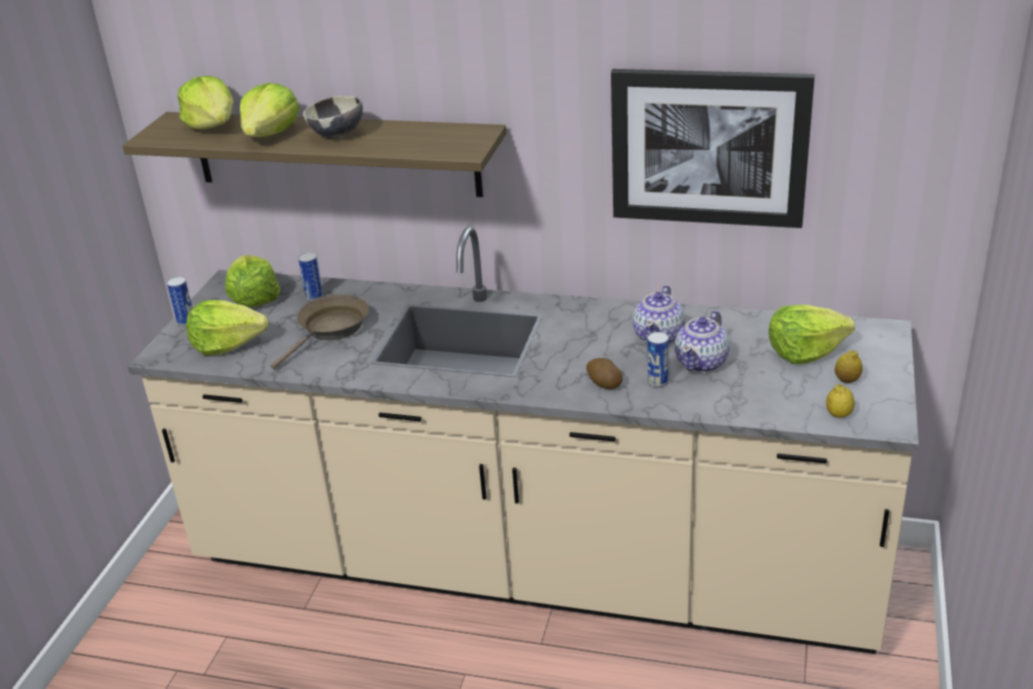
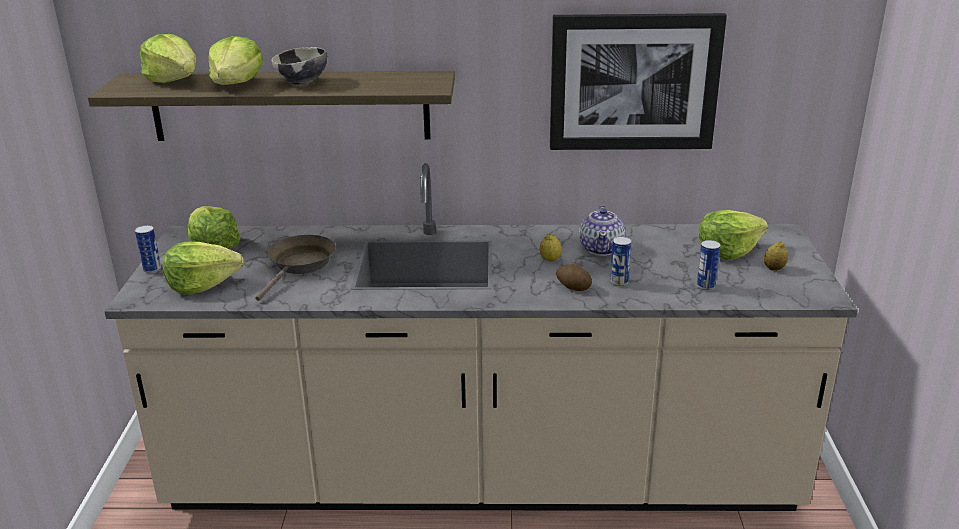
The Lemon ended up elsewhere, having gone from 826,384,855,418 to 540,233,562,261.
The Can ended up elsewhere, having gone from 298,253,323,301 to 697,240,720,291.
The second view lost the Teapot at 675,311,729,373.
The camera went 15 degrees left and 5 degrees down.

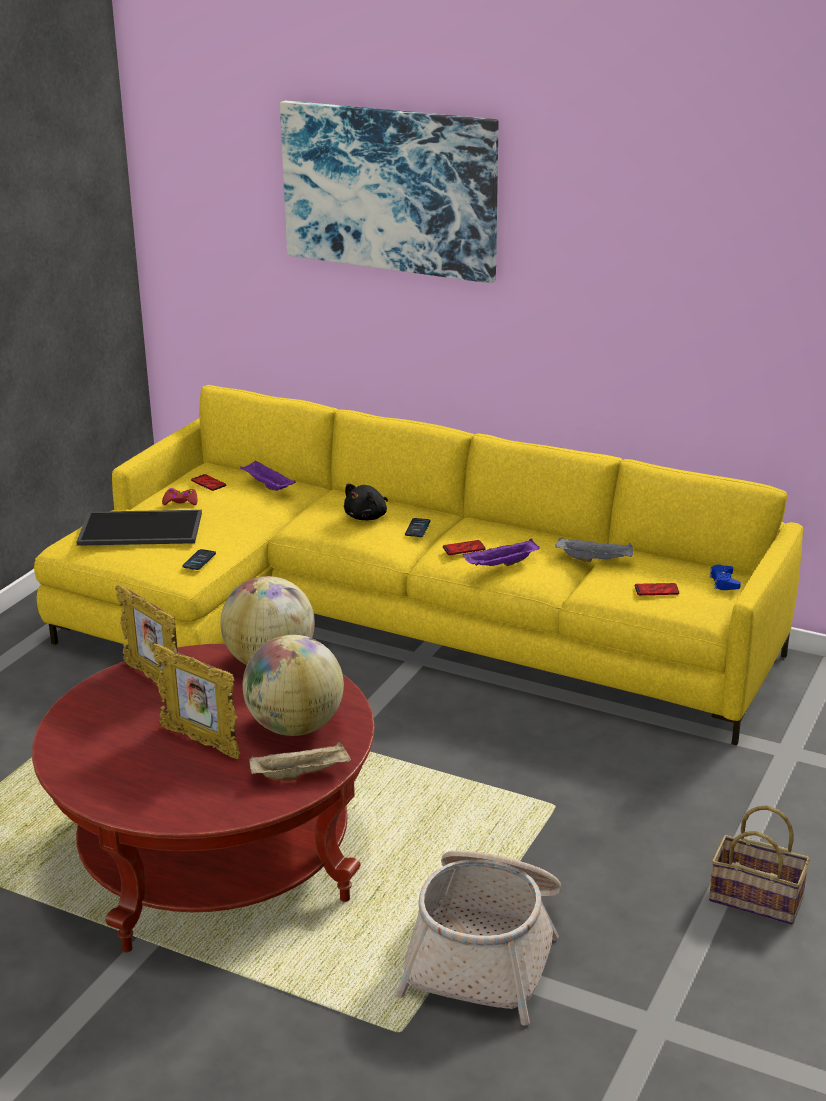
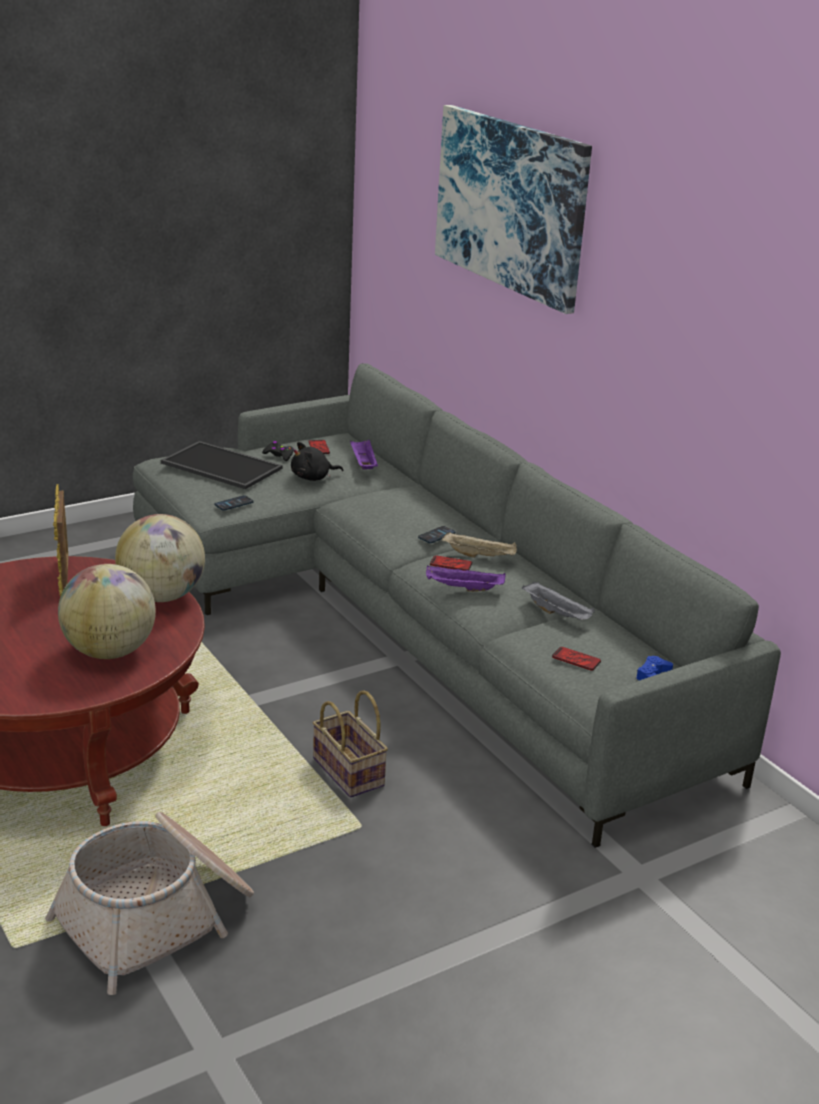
What was the YellowSofa at 34,385,803,745 turned into the GreySofa at 133,363,781,848.
What was the RedGameController at 162,488,197,505 turned into the BlackGameController at 262,441,294,461.
The BlackPlushToy ended up elsewhere, having gone from 344,483,388,520 to 291,442,343,481.
The Basket ended up elsewhere, having gone from 709,805,810,925 to 313,690,388,798.
The BeigeTray ended up elsewhere, having gone from 249,742,351,781 to 442,532,517,558.
The second view lost the PictureFrame at 152,643,240,759.
The camera went 30 degrees right and 0 degrees up.

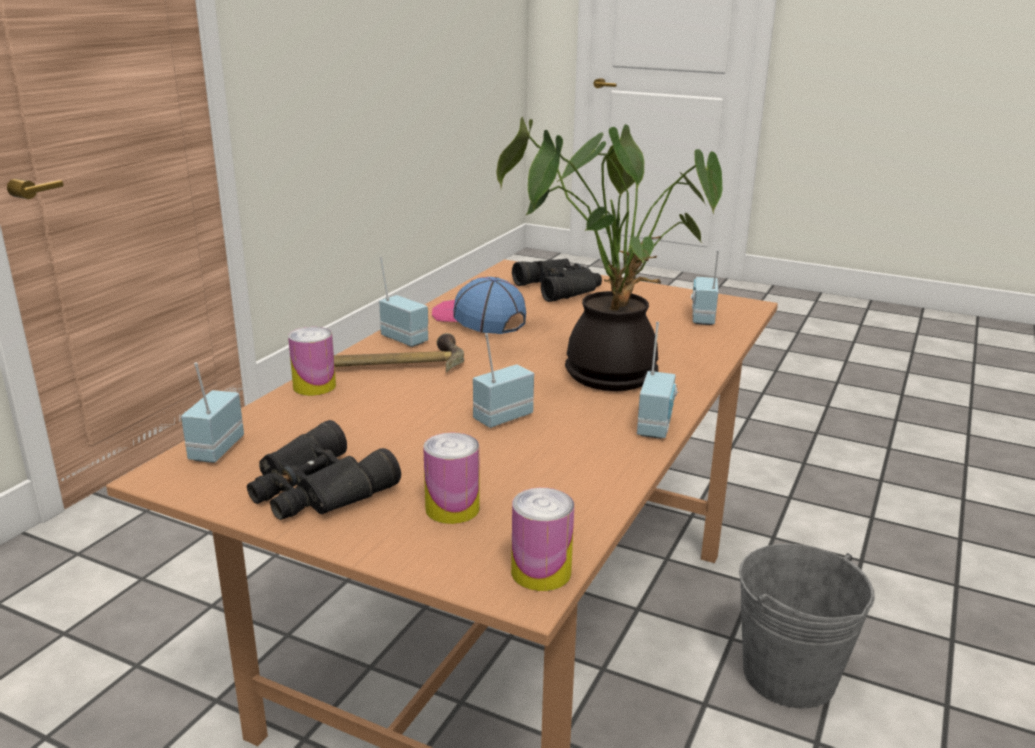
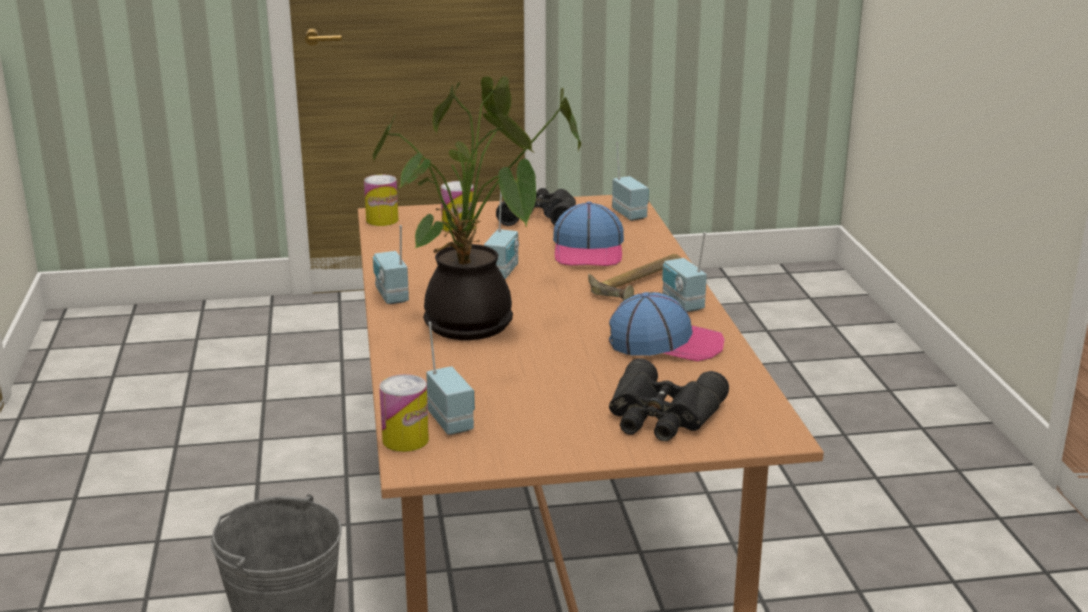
The Can ended up elsewhere, having gone from 288,327,336,396 to 379,374,429,452.
The second view gained the Cap at 553,202,624,266.
The Radio at 379,257,428,347 ended up facing another way, 60 degrees clockwise from before.
The camera went 145 degrees right and 0 degrees up.

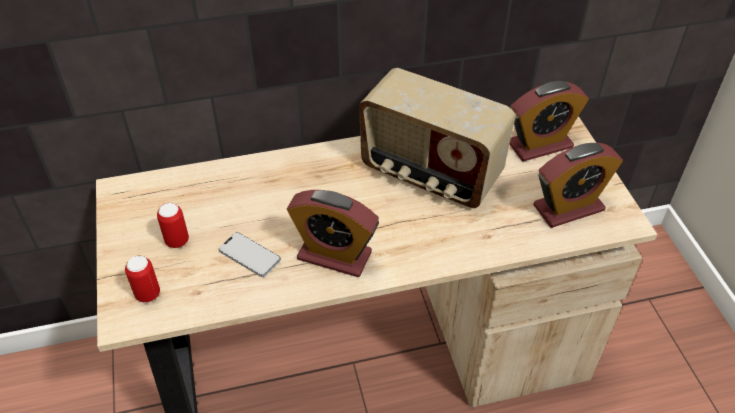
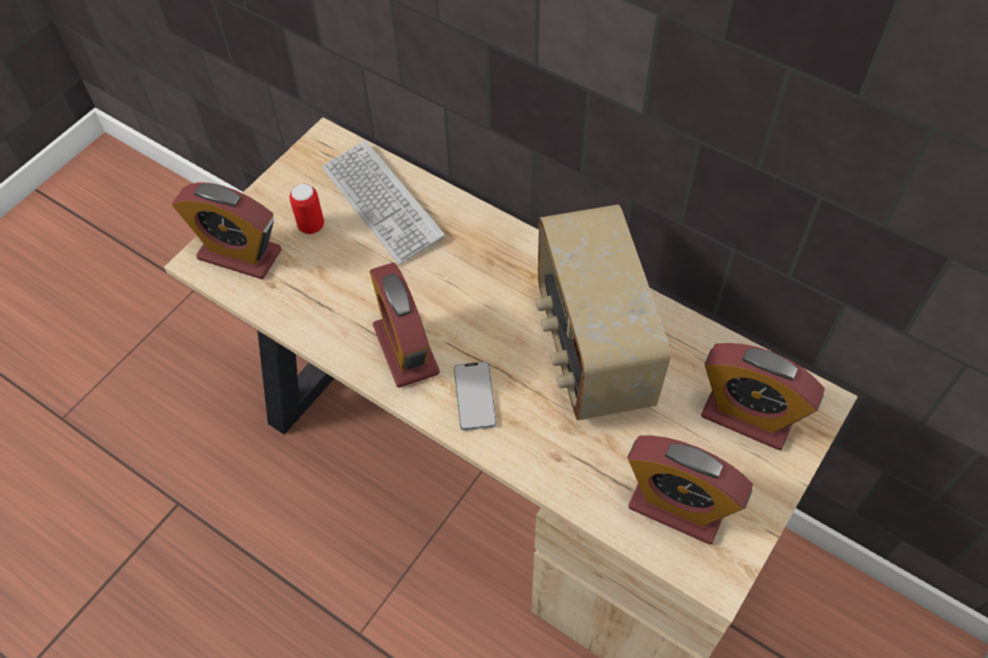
Where the Can stood at 125,256,160,303, the AlarmClock came to stand at 172,182,282,279.
The second view gained the Keyboard at 322,141,445,265.
The Phone ended up elsewhere, having gone from 219,232,281,277 to 454,361,497,431.
The camera went 50 degrees right and 10 degrees up.

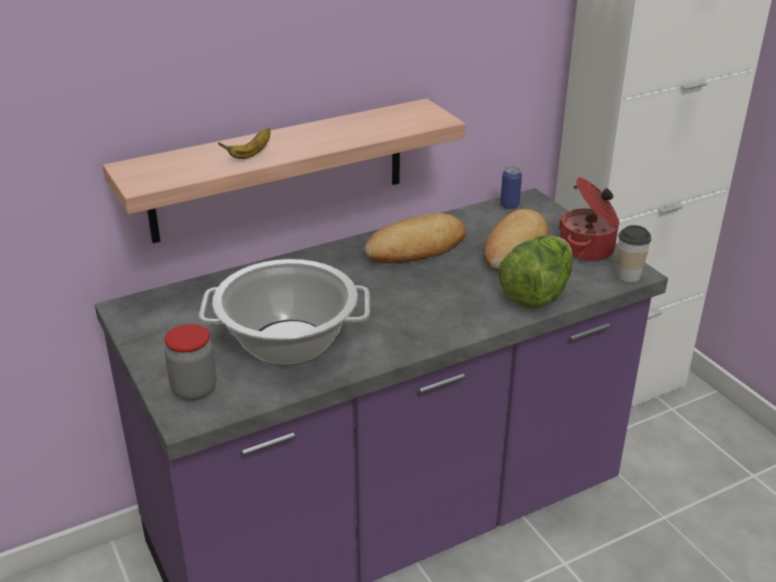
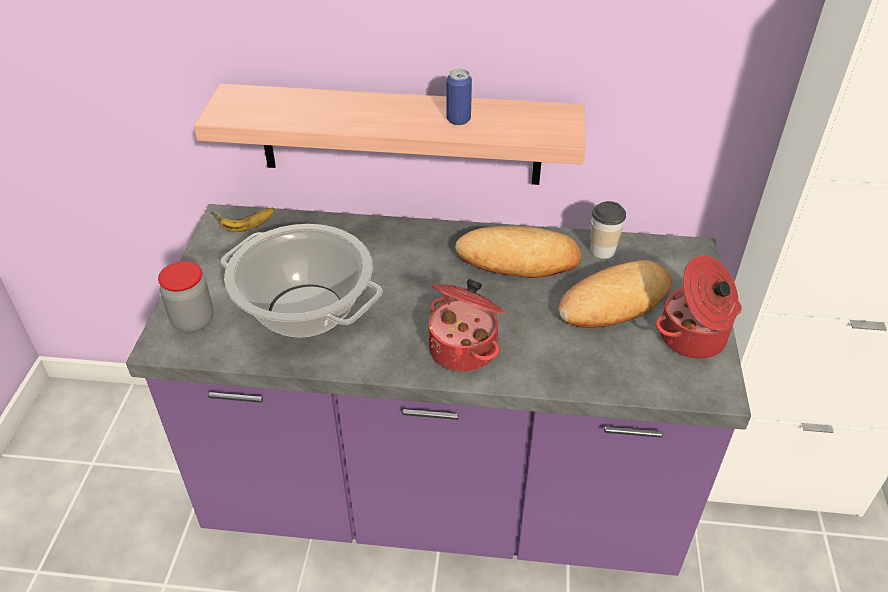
The Banana ended up elsewhere, having gone from 218,128,271,159 to 211,207,274,232.
The second view gained the CookingPot at 429,279,505,372.
The Can ended up elsewhere, having gone from 500,166,522,209 to 446,68,472,125.
The Cup ended up elsewhere, having gone from 616,225,651,282 to 590,201,626,259.
The second view lost the Lettuce at 498,235,573,308.
The camera went 35 degrees right and 10 degrees up.

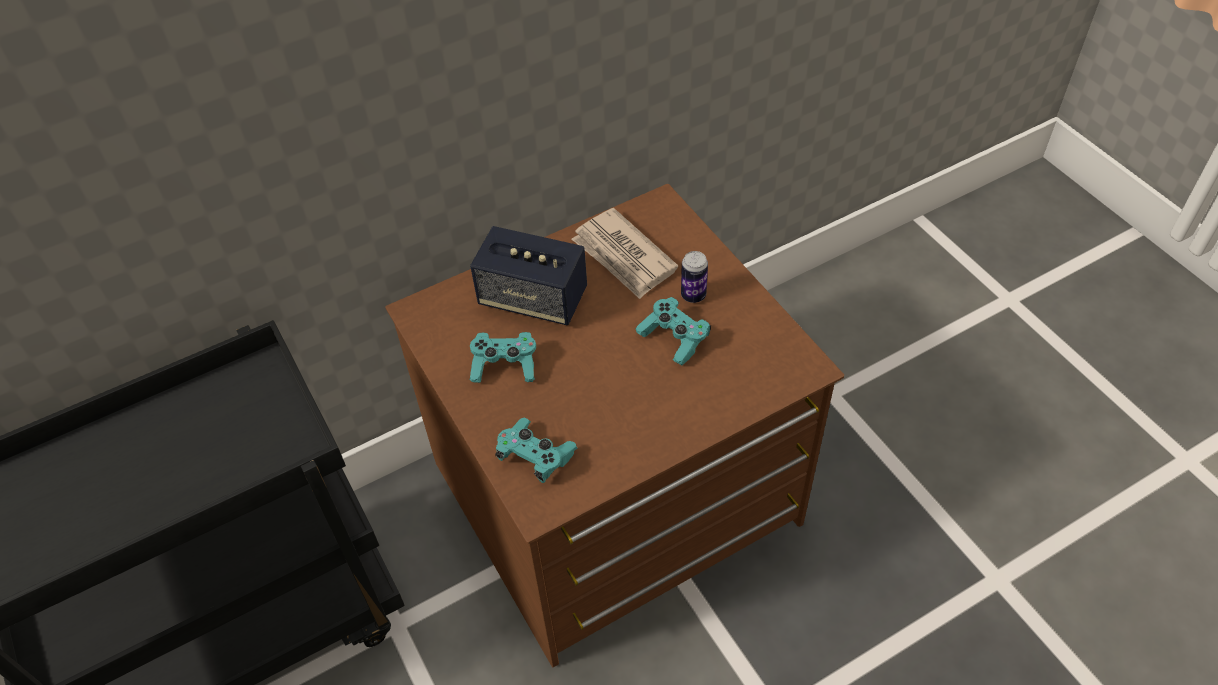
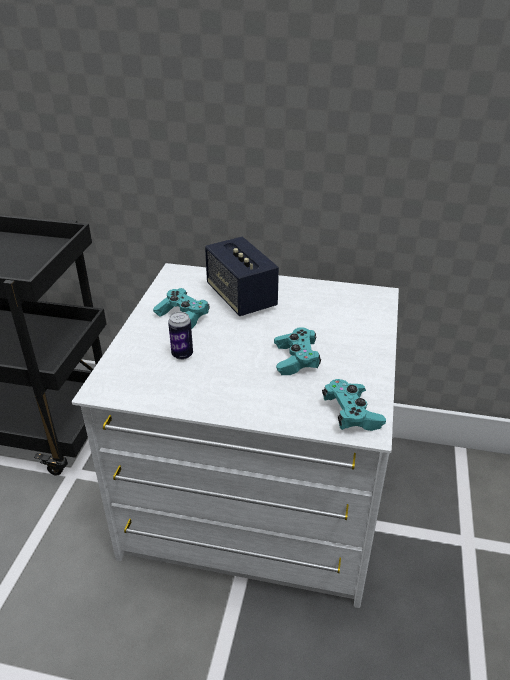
What was the BrownDresser at 385,184,844,667 turned into the WhiteDresser at 72,263,399,608.
The Can ended up elsewhere, having gone from 681,251,708,303 to 168,312,193,360.
The TurquoiseGameController ended up elsewhere, having gone from 495,418,578,483 to 322,379,386,431.
The second view lost the Newspaper at 572,208,678,299.
The camera went 40 degrees right and 15 degrees down.

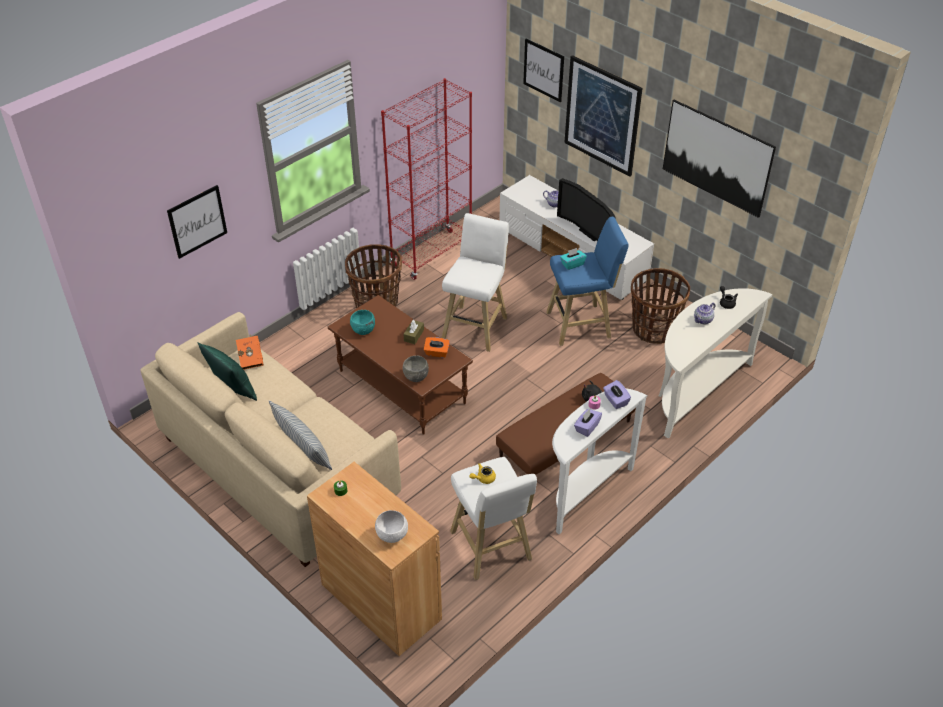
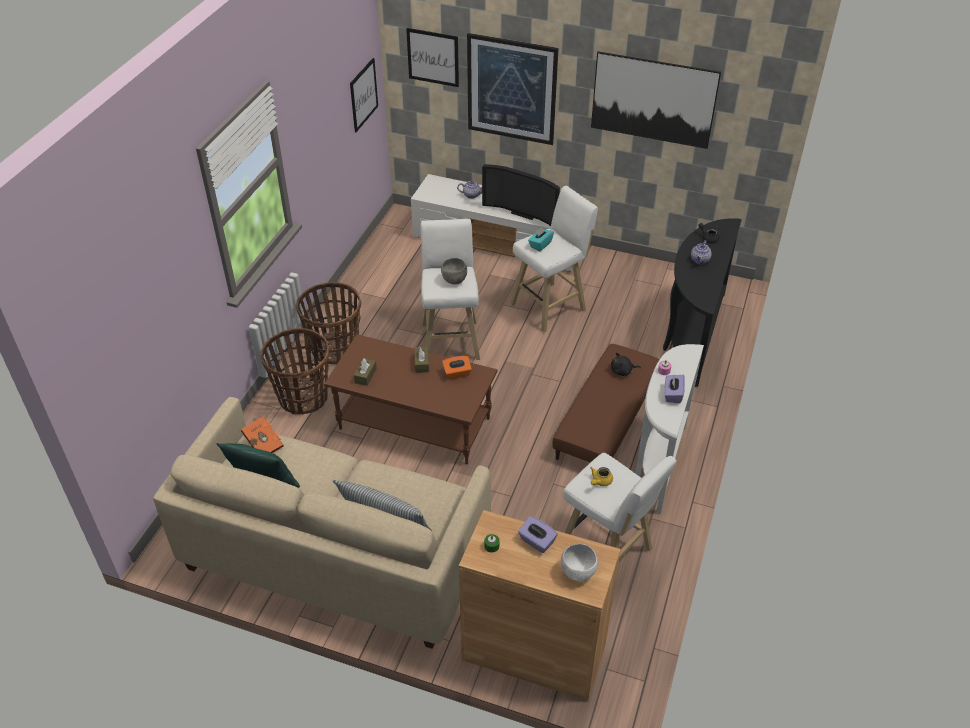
The Basket ended up elsewhere, having gone from 631,268,690,344 to 261,328,329,415.
The Picture ended up elsewhere, having gone from 167,185,227,259 to 350,58,378,132.
Where the TurquoiseBowl stood at 350,310,375,335, the BrownTissueBox came to stand at 354,358,377,386.
The GreyBowl ended up elsewhere, having gone from 403,356,429,382 to 441,258,467,285.
What was the BlueStool at 546,217,629,346 turned into the WhiteStool at 510,186,598,333.
The PurpleTissueBox ended up elsewhere, having gone from 603,380,631,409 to 518,516,558,553.
What was the WhiteConsoleTable at 659,288,772,439 turned into the BlackConsoleTable at 663,218,742,387.
The second view lost the RedBookcase at 381,78,472,280.
The camera went 25 degrees left and 0 degrees up.

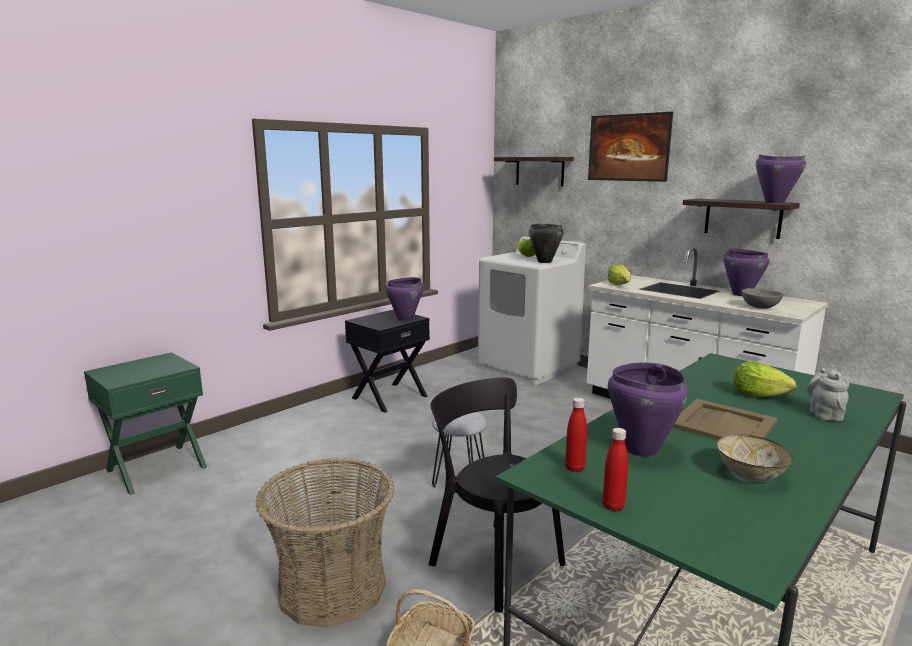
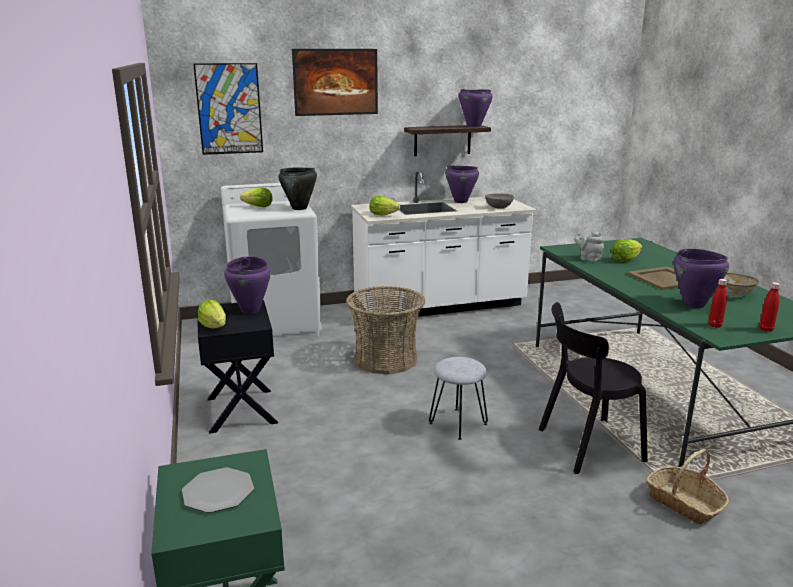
The second view gained the Plate at 182,468,254,513.
Where the Shelf hung at 494,157,574,186, the Picture came to hang at 193,63,263,155.
The second view gained the Lettuce at 198,300,226,329.
The Basket ended up elsewhere, having gone from 255,458,394,628 to 346,286,425,374.
The GreyTeapot ended up elsewhere, having gone from 807,368,849,421 to 574,232,605,262.
The camera went 60 degrees left and 5 degrees up.

